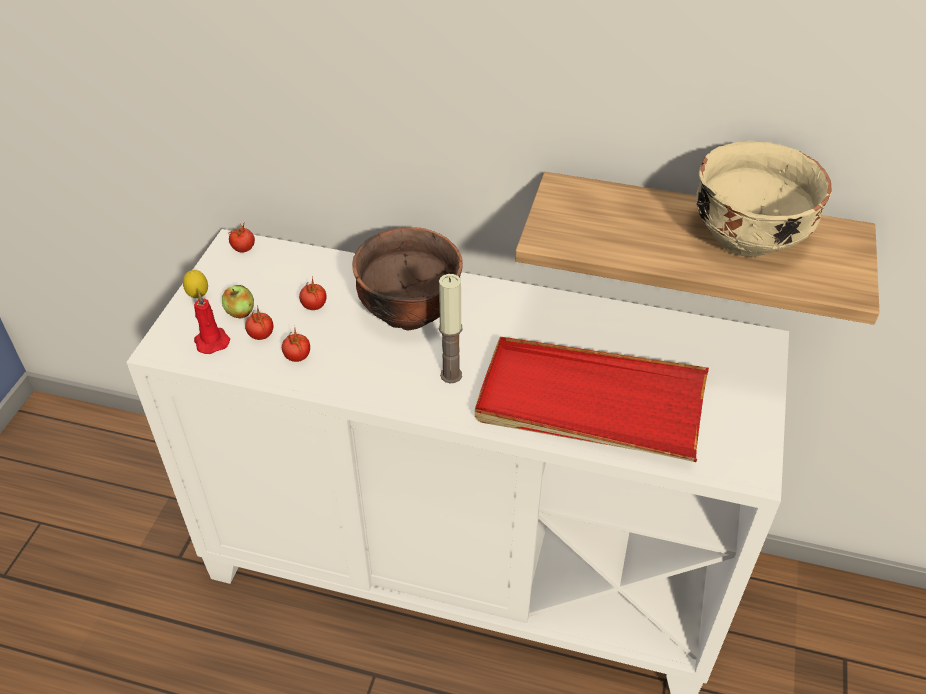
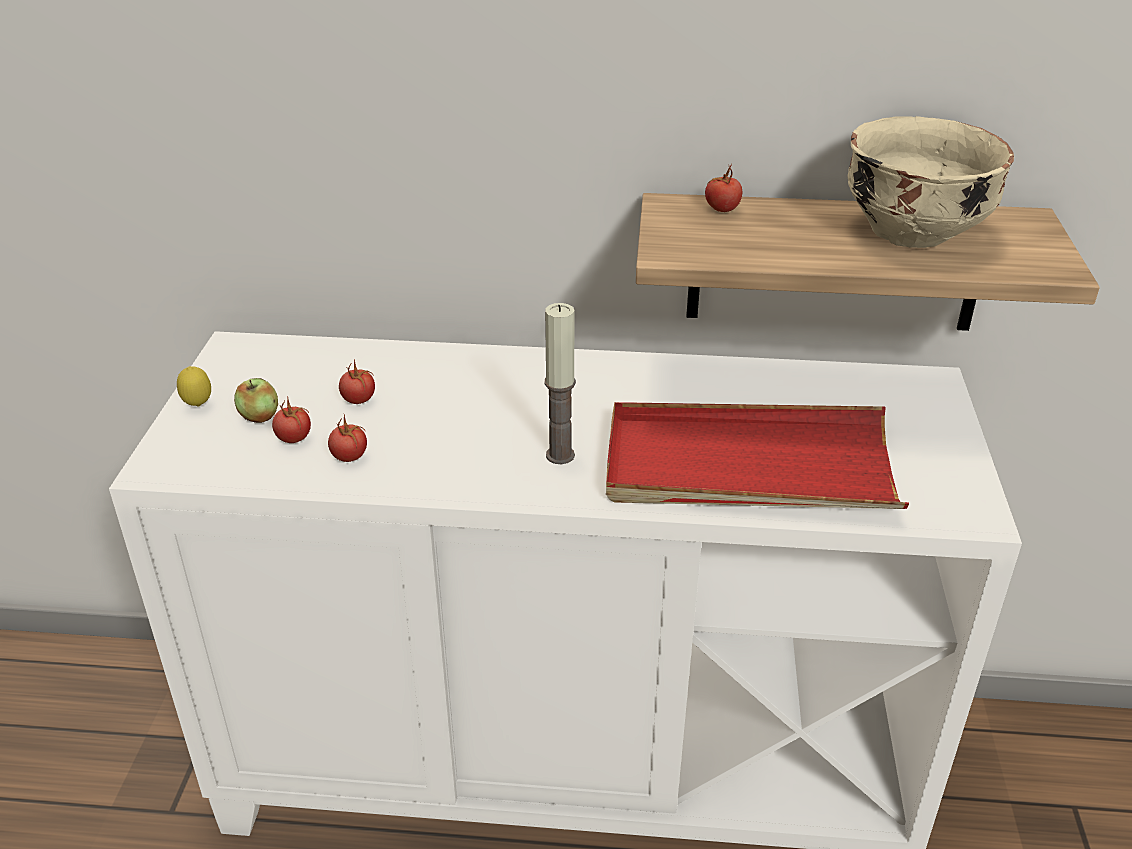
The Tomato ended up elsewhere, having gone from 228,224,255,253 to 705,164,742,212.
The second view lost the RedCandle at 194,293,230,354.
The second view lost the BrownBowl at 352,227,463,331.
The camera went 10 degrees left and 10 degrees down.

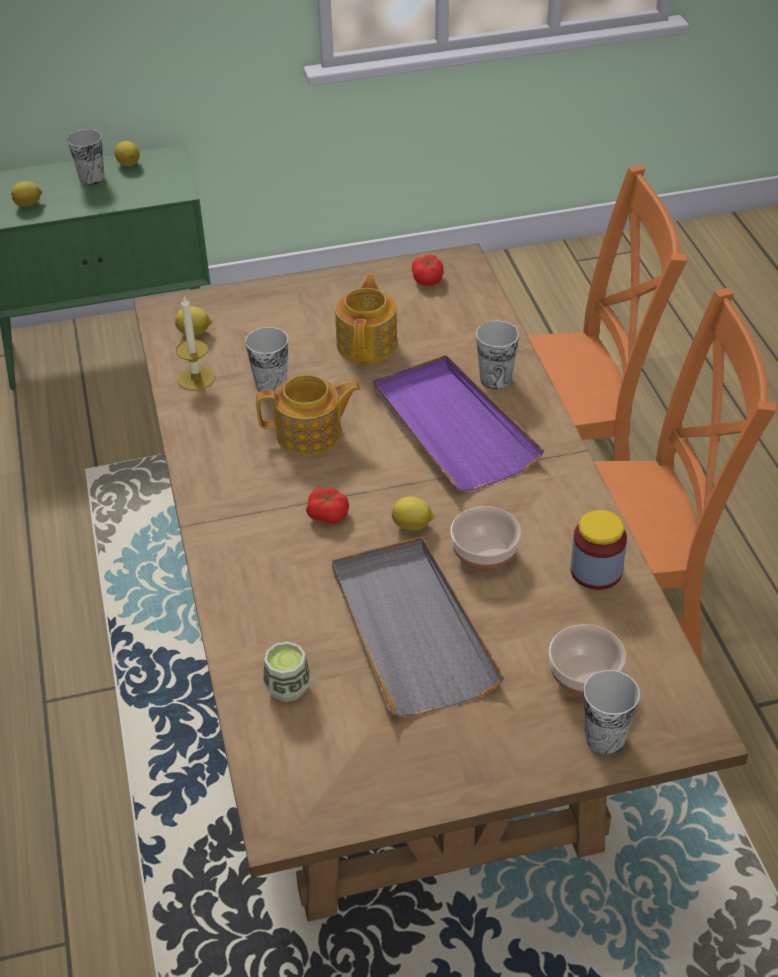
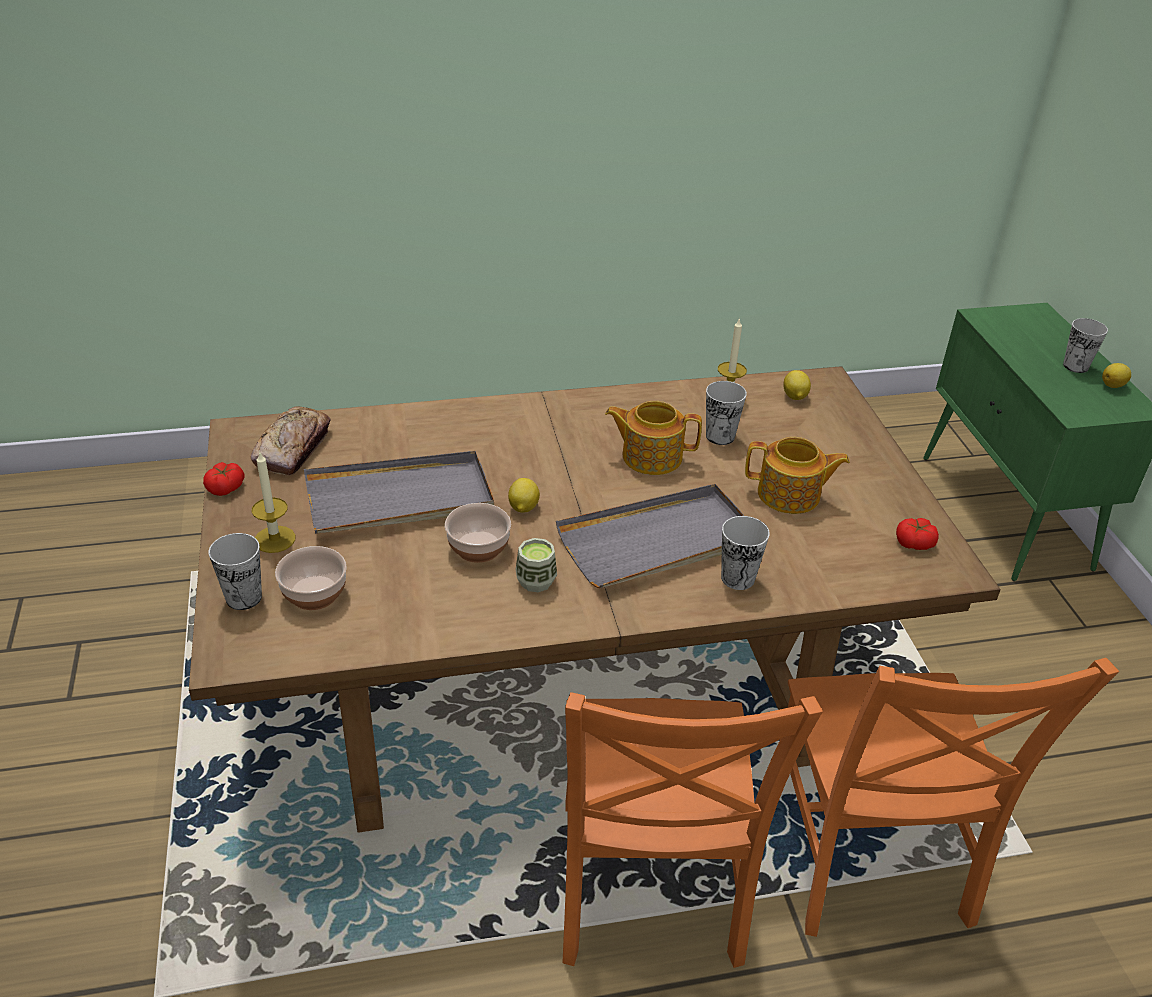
The Tomato ended up elsewhere, having gone from 306,488,349,524 to 203,462,245,496.
The second view gained the Bread at 251,406,331,476.
The second view gained the Candle at 252,451,296,553.
The Cup ended up elsewhere, having gone from 263,641,311,702 to 516,538,557,592.
What was the PurpleTray at 373,355,545,491 turned into the GreyTray at 556,484,745,588.
The Teapot at 256,375,361,456 ended up facing another way, 105 degrees clockwise from before.
The second view lost the Lemon at 11,181,42,207.
The second view lost the Jar at 570,510,627,590.
The camera went 90 degrees right and 5 degrees down.

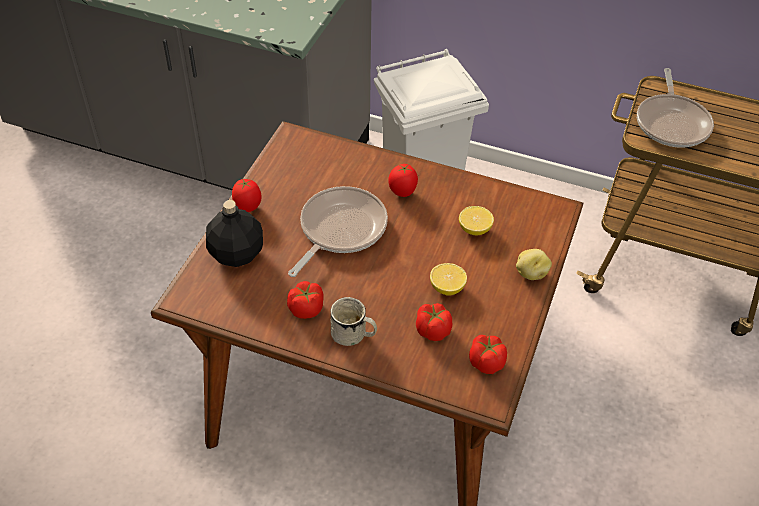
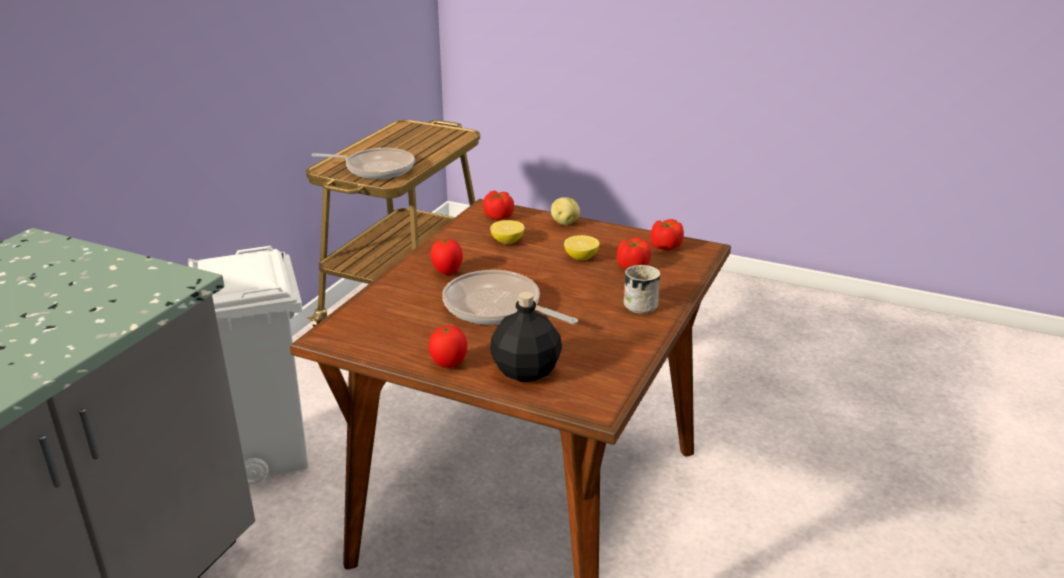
The Tomato ended up elsewhere, having gone from 287,281,324,319 to 483,191,514,220.
The camera went 85 degrees left and 20 degrees down.

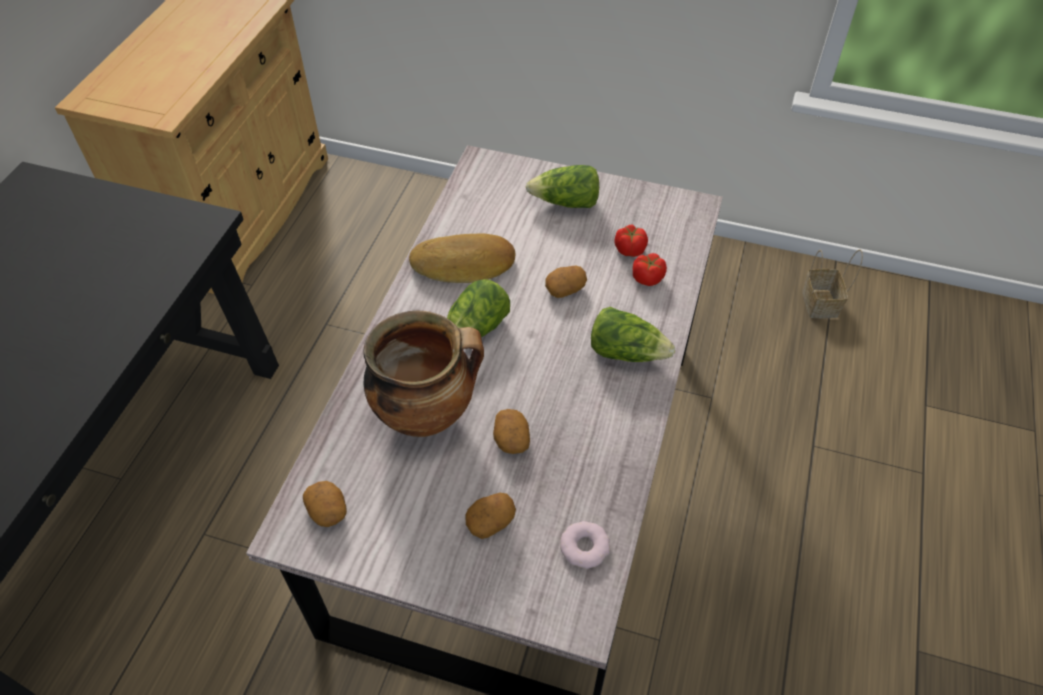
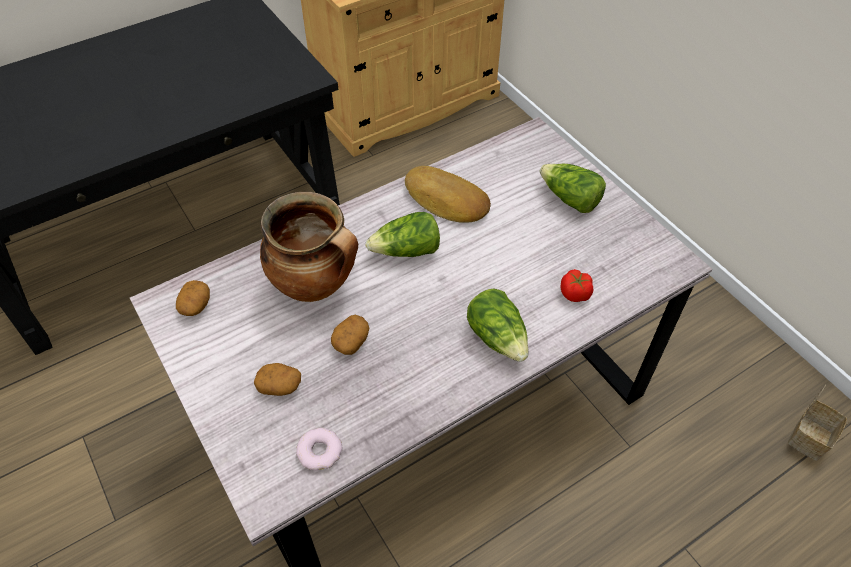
The second view lost the Potato at 545,266,587,298.
The second view lost the Tomato at 614,225,648,257.
The camera went 40 degrees right and 0 degrees up.

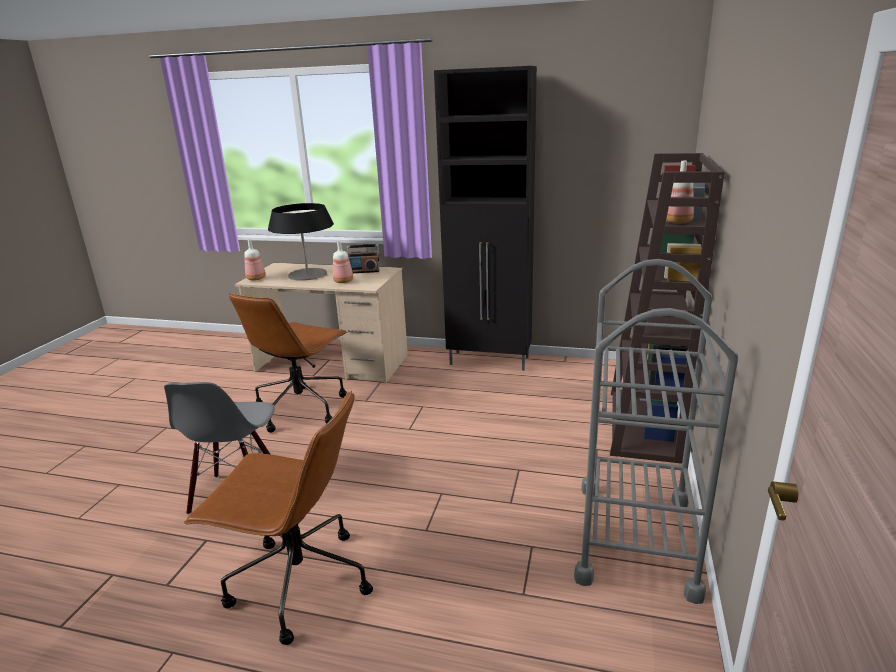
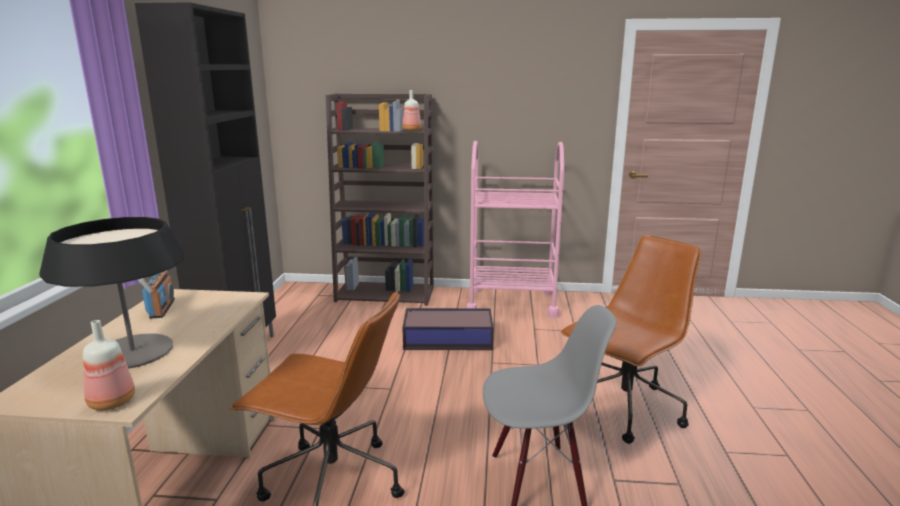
The second view gained the StorageBox at 402,308,493,350.
What was the GreyCart at 574,259,738,604 turned into the PinkCart at 466,141,564,318.
The BrownOfficeChair at 184,390,373,645 ended up facing another way, 45 degrees clockwise from before.
The second view lost the Bottle at 333,241,353,283.
The camera went 100 degrees left and 5 degrees down.

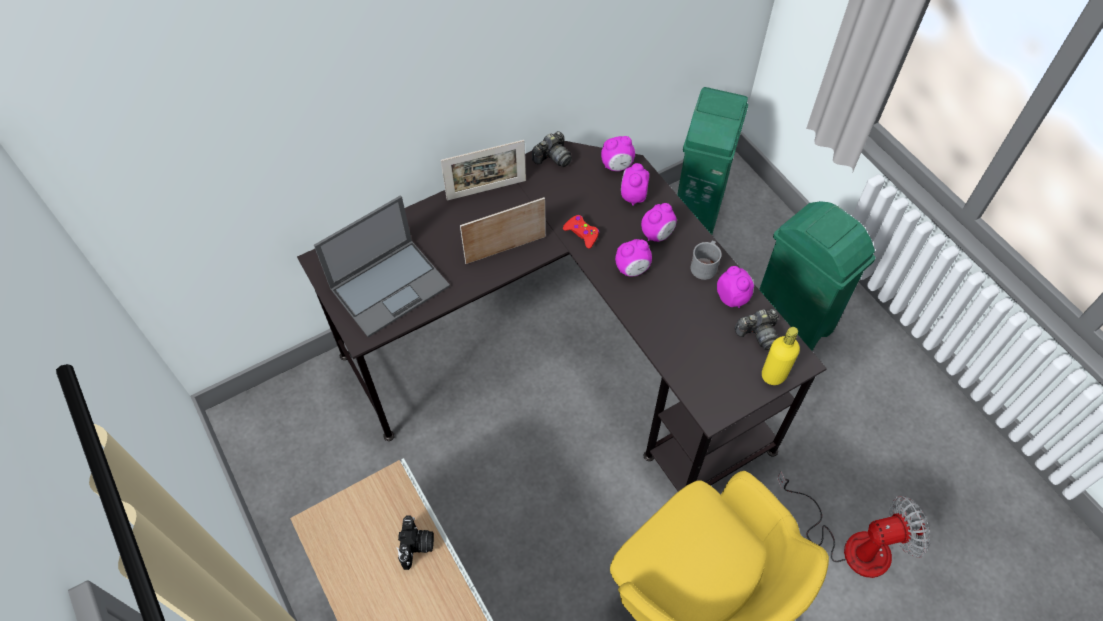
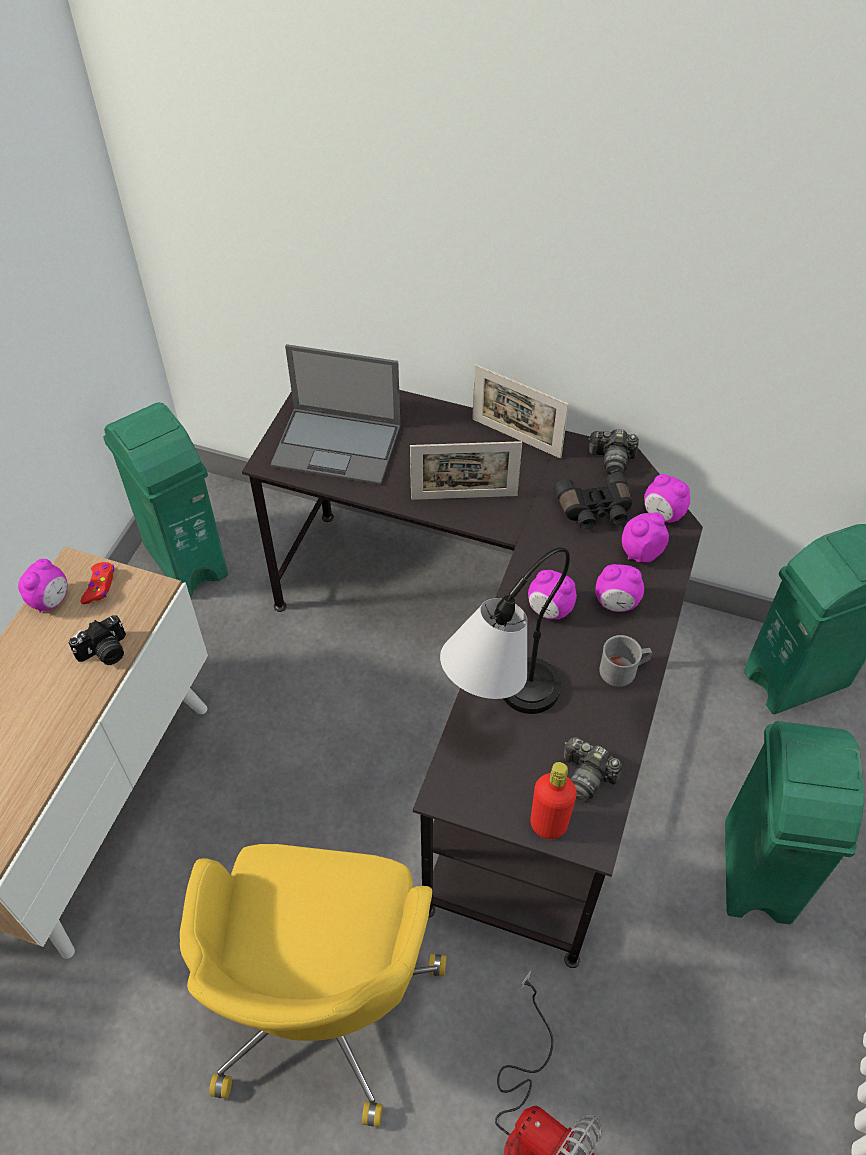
The AlarmClock ended up elsewhere, having gone from 717,266,754,308 to 18,559,68,613.
The RedGameController ended up elsewhere, having gone from 563,215,599,249 to 80,562,114,604.
The second view gained the GreenTrashCan at 103,403,228,596.
The PictureFrame at 460,197,546,264 ended up facing another way, 150 degrees clockwise from before.
The second view gained the TableLamp at 440,547,570,714.
What was the YellowBottle at 762,327,800,385 turned into the RedBottle at 530,762,577,839.
The second view gained the BlackBinoculars at 554,472,632,529.
The camera went 50 degrees right and 5 degrees down.

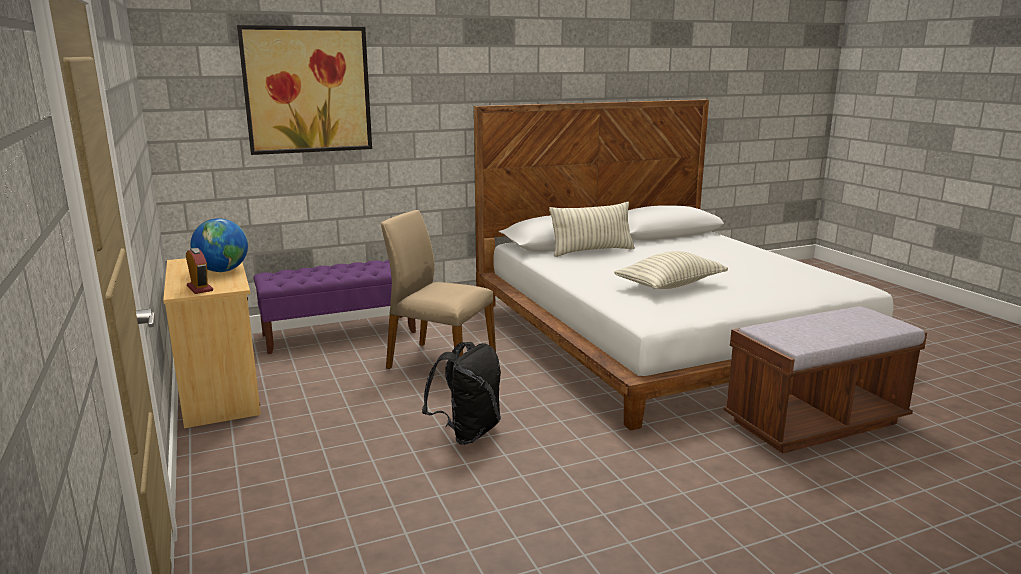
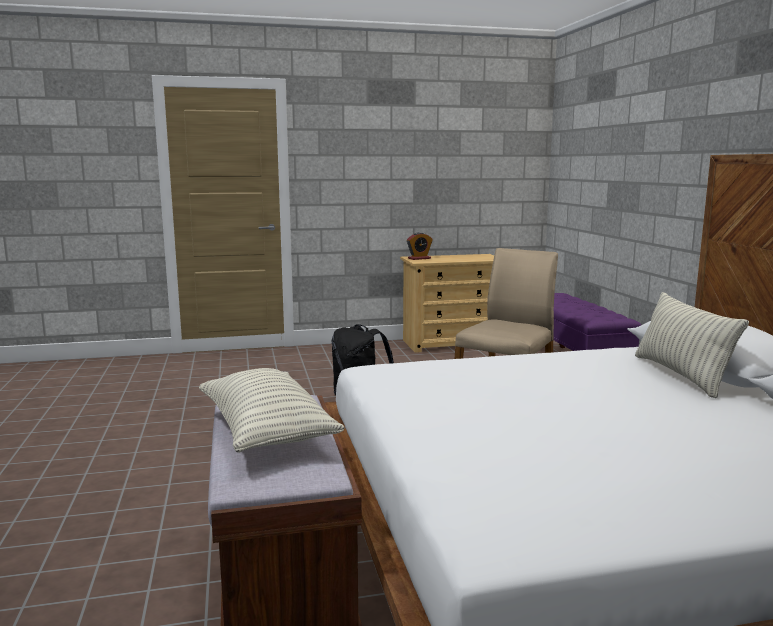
The Pillow ended up elsewhere, having gone from 614,251,728,289 to 199,368,345,453.
The second view lost the Globe at 190,218,248,272.
The second view lost the Picture at 237,25,372,155.
The camera went 100 degrees right and 5 degrees down.

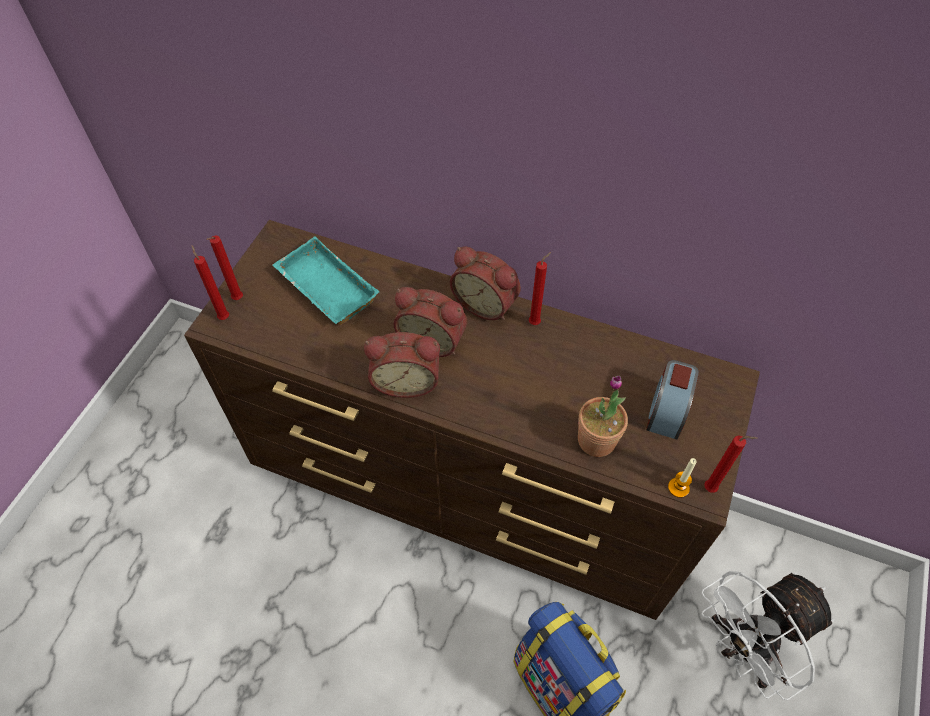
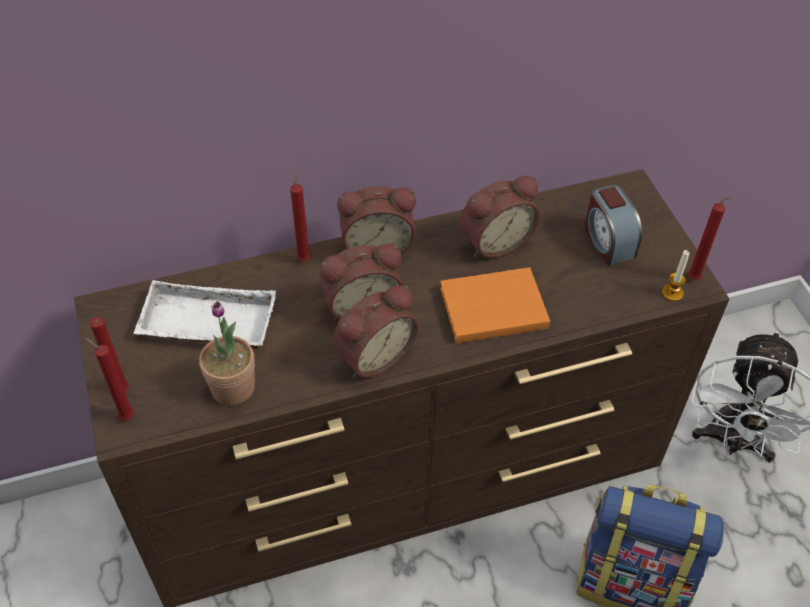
What was the TurquoiseTray at 272,236,379,325 turned into the WhiteTray at 133,280,276,349.
The PottedPlant ended up elsewhere, having gone from 578,375,628,457 to 199,301,255,405.
The RedCandle ended up elsewhere, having gone from 529,252,551,325 to 290,171,311,261.
The second view gained the OrangeBook at 440,267,550,343.
The second view gained the AlarmClock at 460,176,540,258.
The camera went 40 degrees left and 5 degrees down.

